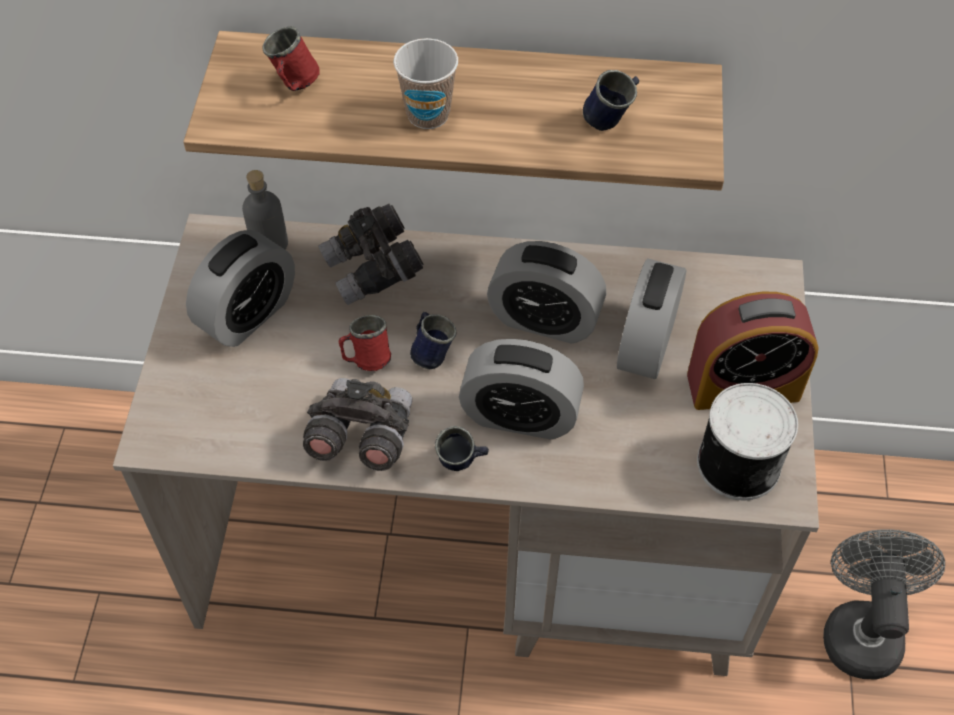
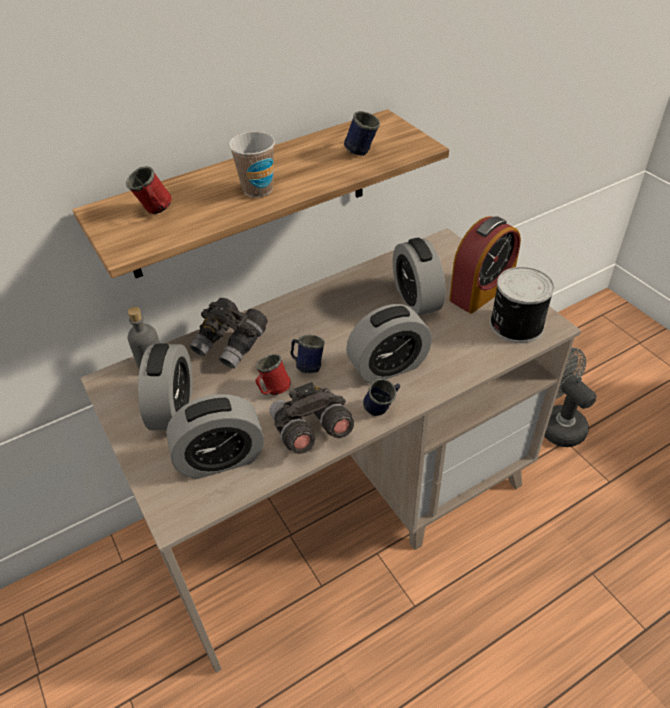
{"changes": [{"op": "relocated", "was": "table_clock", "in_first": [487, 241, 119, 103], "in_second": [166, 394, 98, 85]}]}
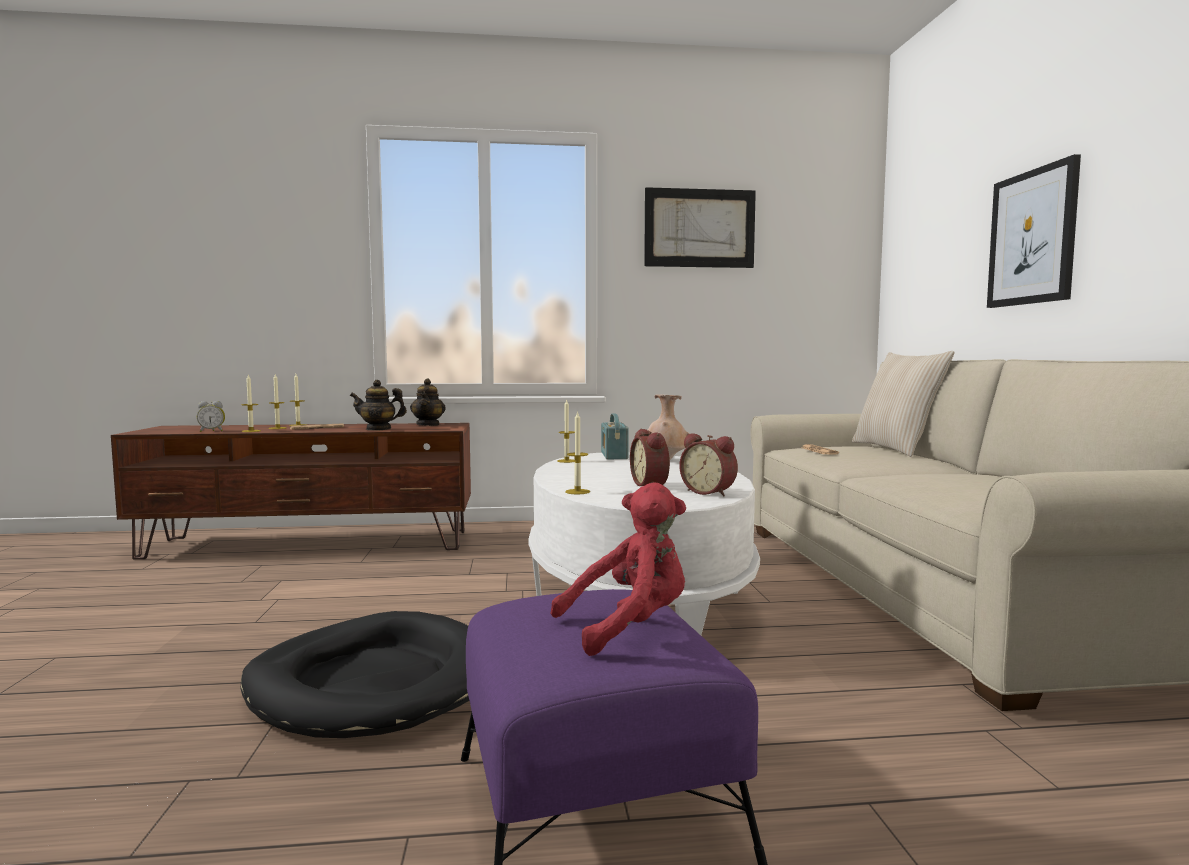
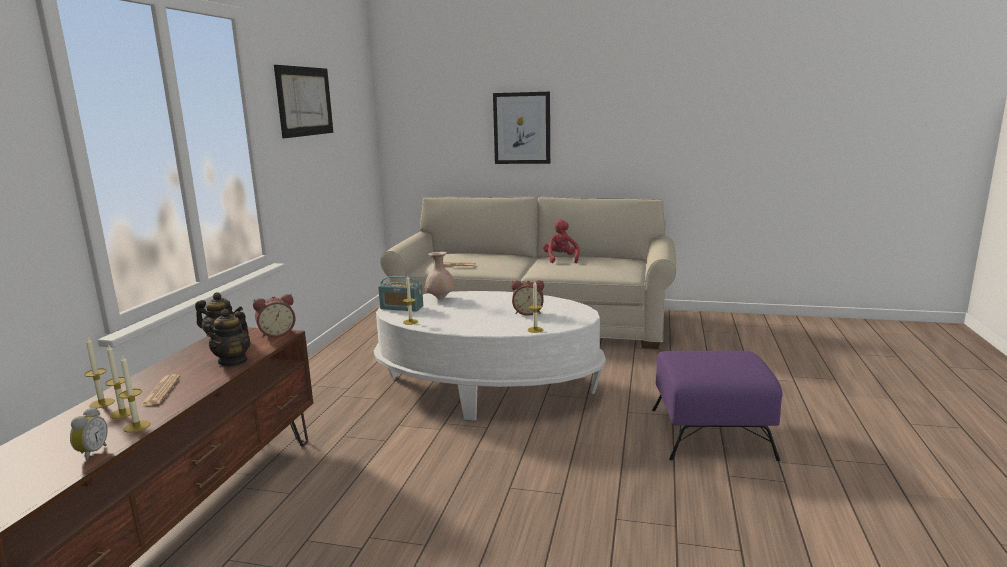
{"changes": [{"op": "relocated", "was": "table_clock", "in_first": [679, 433, 59, 63], "in_second": [253, 294, 43, 44]}, {"op": "relocated", "was": "red_cuddly_toy", "in_first": [551, 482, 135, 174], "in_second": [543, 220, 37, 43]}, {"op": "missing", "was": "blackish_pet_bed", "in_first": [241, 611, 228, 127]}, {"op": "missing", "was": "beige-coloured_throw_pillow", "in_first": [852, 351, 103, 106]}]}
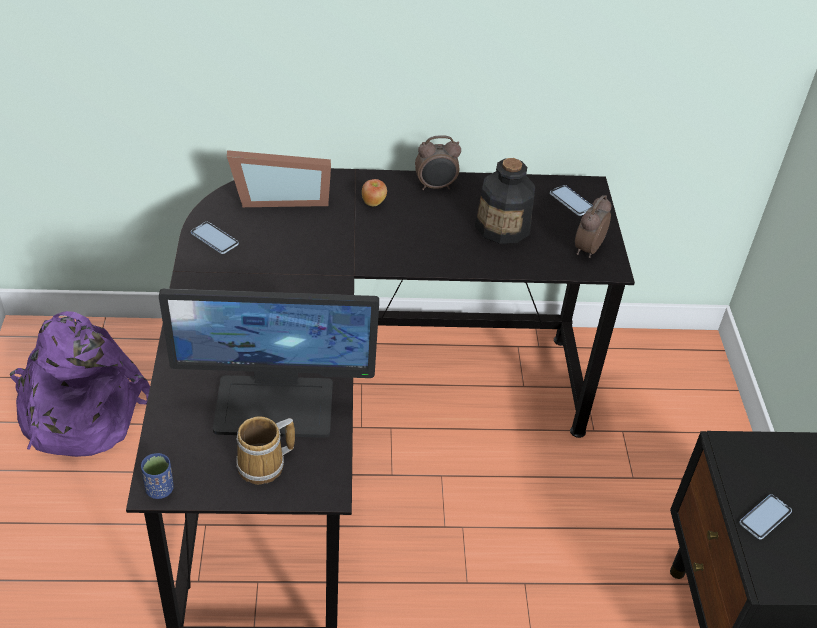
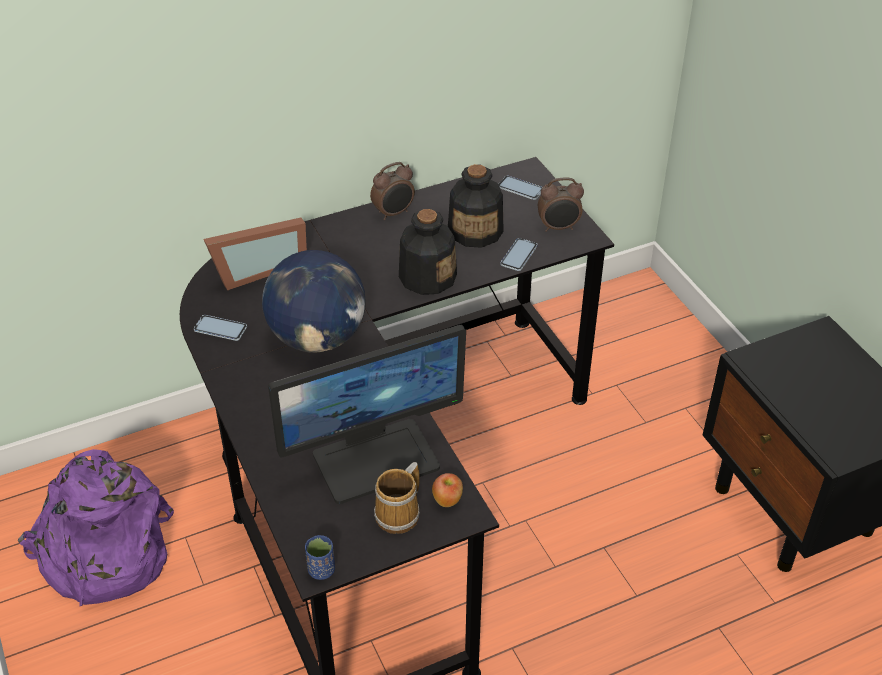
{"changes": [{"op": "appeared", "now": "desk_globe", "in_second": [262, 250, 104, 103]}, {"op": "appeared", "now": "beverage_bottle", "in_second": [399, 209, 58, 86]}, {"op": "relocated", "was": "apple_fruit", "in_first": [362, 179, 25, 27], "in_second": [432, 473, 31, 34]}, {"op": "relocated", "was": "phone", "in_first": [739, 494, 53, 45], "in_second": [500, 238, 37, 33]}, {"op": "spun", "was": "table_clock", "in_first": [575, 195, 36, 63], "in_second": [538, 177, 46, 55], "clockwise": -105}]}
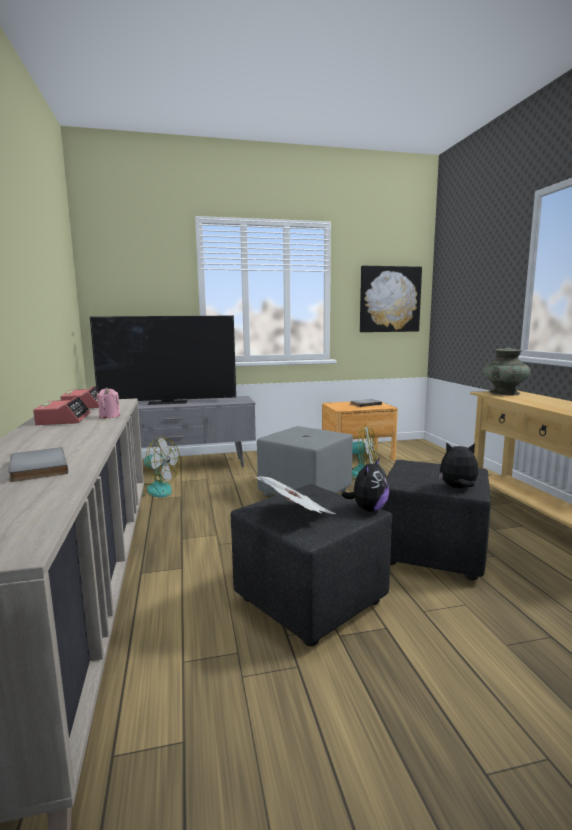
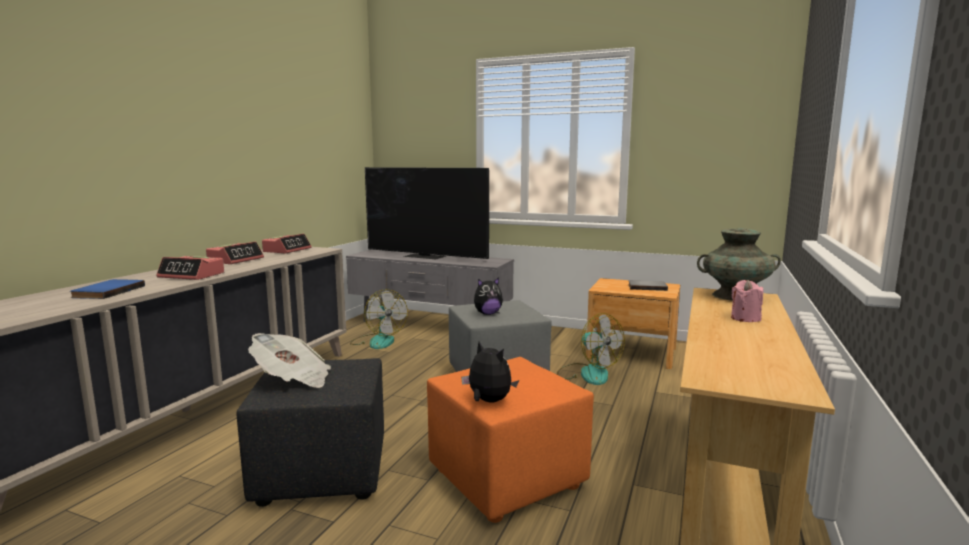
{"changes": [{"op": "colour", "was": "gray_bound_book", "now": "bluish_bound_book", "in_first": [8, 447, 60, 35], "in_second": [70, 279, 75, 20]}, {"op": "appeared", "now": "table_clock", "in_second": [156, 256, 68, 24]}, {"op": "colour", "was": "blackish_ottoman", "now": "orange-coloured_ottoman", "in_first": [380, 460, 111, 120], "in_second": [427, 357, 167, 166]}, {"op": "relocated", "was": "cuddly_toy", "in_first": [341, 457, 49, 55], "in_second": [474, 278, 29, 37]}, {"op": "relocated", "was": "pink_wax_candle", "in_first": [96, 388, 24, 31], "in_second": [731, 280, 32, 42]}, {"op": "missing", "was": "wall_picture", "in_first": [360, 266, 62, 66]}]}
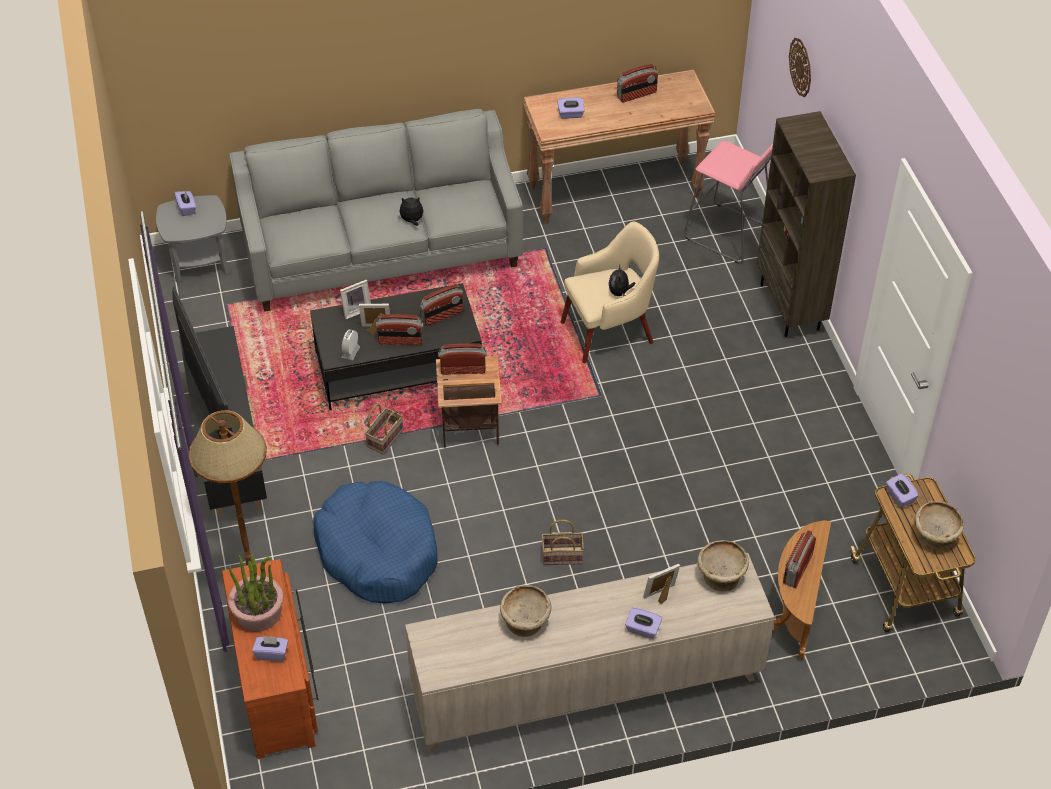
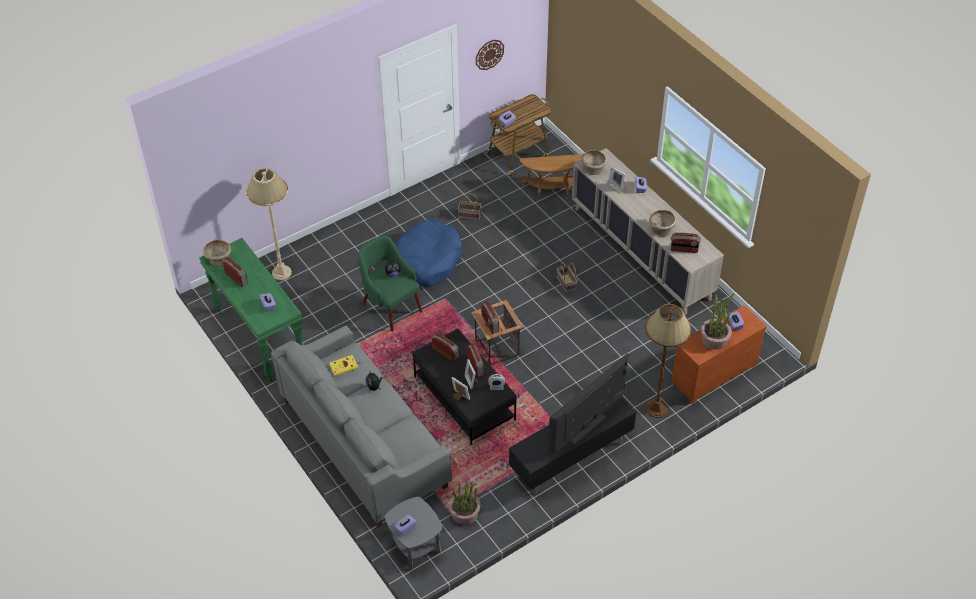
{"changes": [{"op": "colour", "was": "brown-coloured_console_table", "now": "green_console_table", "in_first": [524, 70, 191, 154], "in_second": [199, 238, 104, 144]}, {"op": "relocated", "was": "beige-coloured_serving_bowl", "in_first": [914, 501, 50, 50], "in_second": [203, 240, 28, 26]}, {"op": "exchanged", "was": "pink_sitting_stool", "now": "beige-coloured_standing_lamp", "in_first": [684, 141, 89, 123], "in_second": [246, 168, 46, 112]}, {"op": "appeared", "now": "yellowish_bound_book", "in_second": [329, 355, 32, 22]}, {"op": "colour", "was": "beige-coloured_lounge_chair", "now": "green_lounge_chair", "in_first": [561, 222, 98, 141], "in_second": [358, 236, 64, 95]}, {"op": "relocated", "was": "bluish_pet_bed", "in_first": [313, 481, 125, 123], "in_second": [396, 220, 67, 66]}, {"op": "appeared", "now": "potted_plant", "in_second": [448, 481, 33, 44]}, {"op": "relocated", "was": "basket", "in_first": [365, 404, 38, 51], "in_second": [458, 194, 23, 26]}, {"op": "relocated", "was": "clock_on_the_wall", "in_first": [789, 38, 22, 59], "in_second": [476, 40, 28, 30]}, {"op": "relocated", "was": "radio_set", "in_first": [783, 530, 33, 58], "in_second": [671, 233, 30, 20]}, {"op": "missing", "was": "brown-coloured_shelving_unit", "in_first": [757, 111, 99, 226]}]}
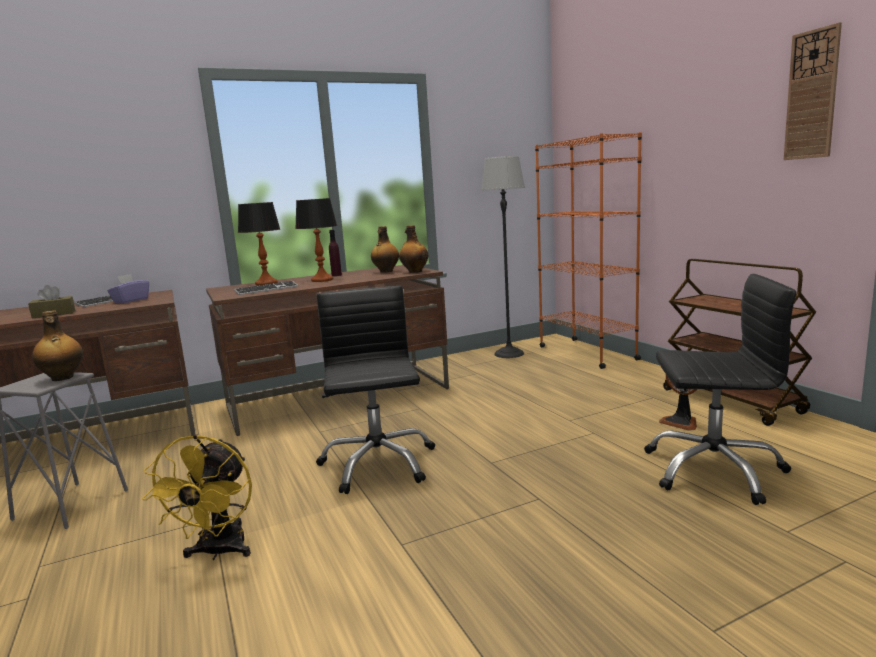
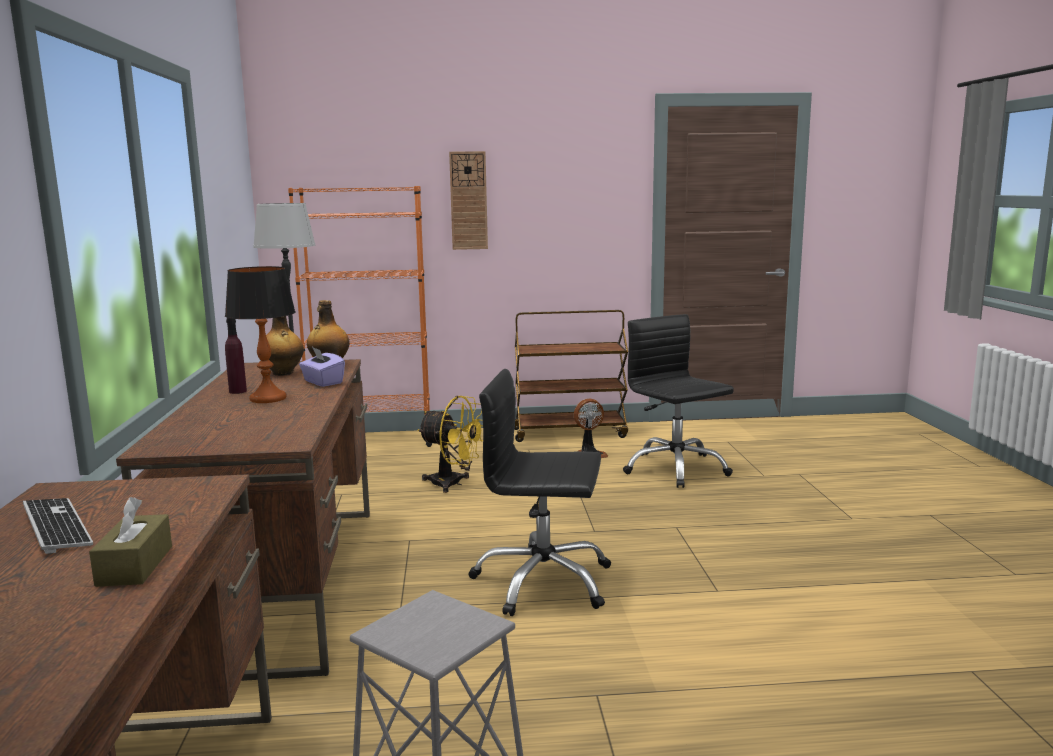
{"changes": [{"op": "relocated", "was": "purple_box_of_tissues", "in_first": [107, 274, 42, 29], "in_second": [299, 347, 46, 40]}, {"op": "relocated", "was": "yellowish_cooling_fan", "in_first": [142, 435, 110, 125], "in_second": [418, 396, 65, 97]}, {"op": "relocated", "was": "clock_on_the_wall", "in_first": [784, 22, 58, 138], "in_second": [449, 151, 39, 99]}, {"op": "spun", "was": "blackish_desk_chair", "in_first": [644, 274, 153, 231], "in_second": [623, 314, 111, 174], "clockwise": -60}, {"op": "missing", "was": "beverage_bottle", "in_first": [32, 310, 51, 71]}, {"op": "missing", "was": "keyboard", "in_first": [234, 281, 64, 14]}, {"op": "missing", "was": "tabletop_lamp", "in_first": [238, 202, 42, 83]}]}
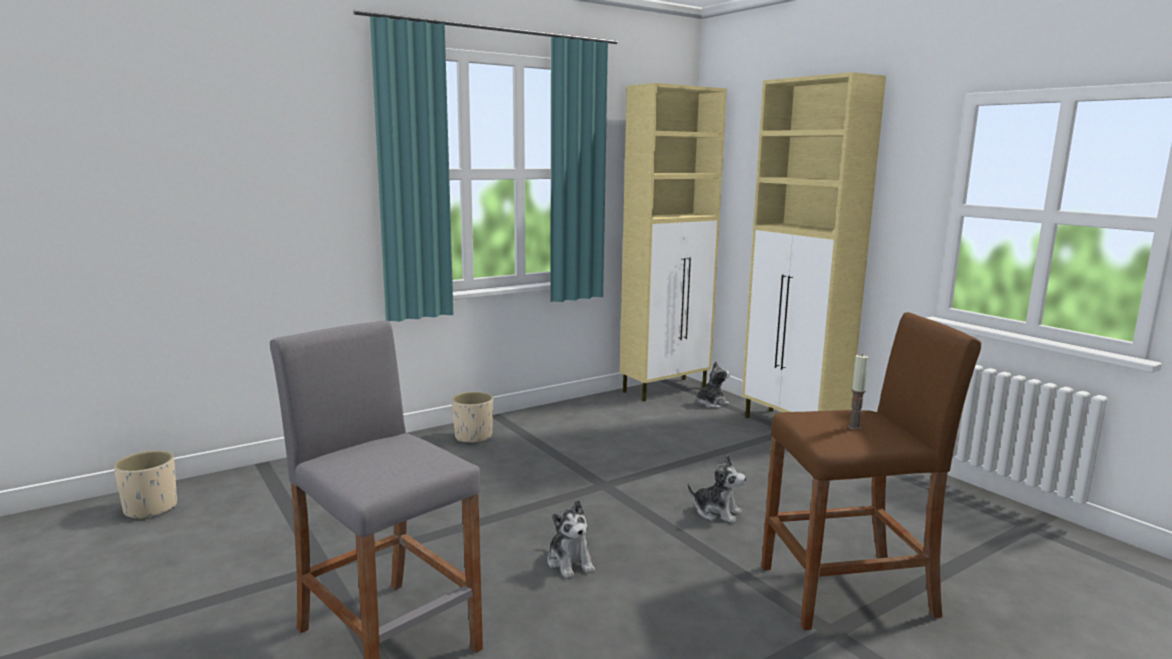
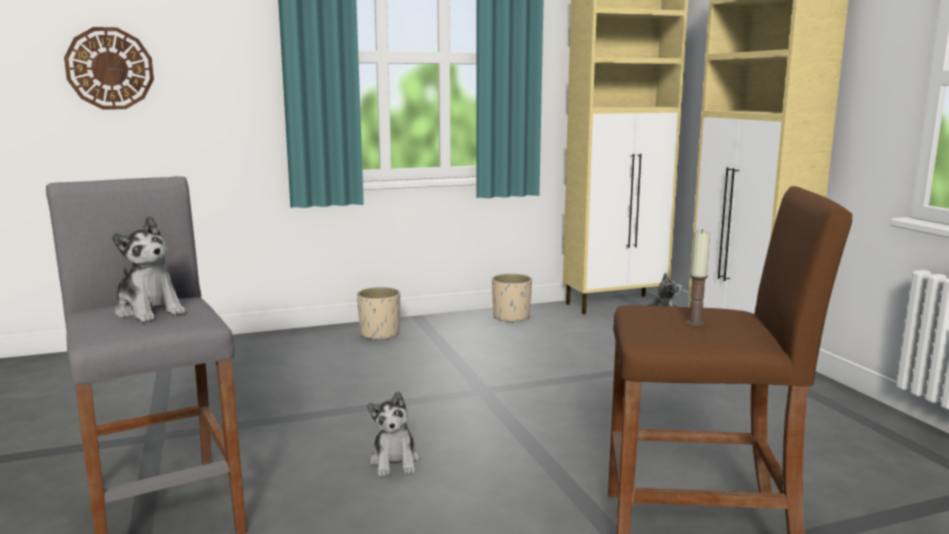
{"changes": [{"op": "appeared", "now": "clock_on_the_wall", "in_second": [64, 27, 90, 82]}, {"op": "relocated", "was": "cuddly_toy", "in_first": [687, 455, 59, 68], "in_second": [112, 215, 74, 107]}, {"op": "relocated", "was": "beige-coloured_plant_pot", "in_first": [114, 450, 63, 70], "in_second": [492, 274, 40, 49]}]}
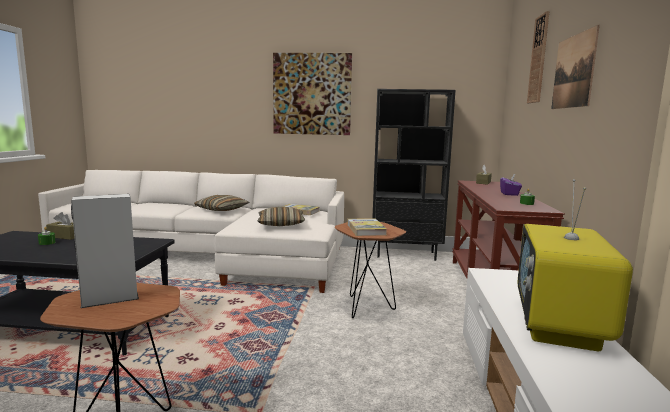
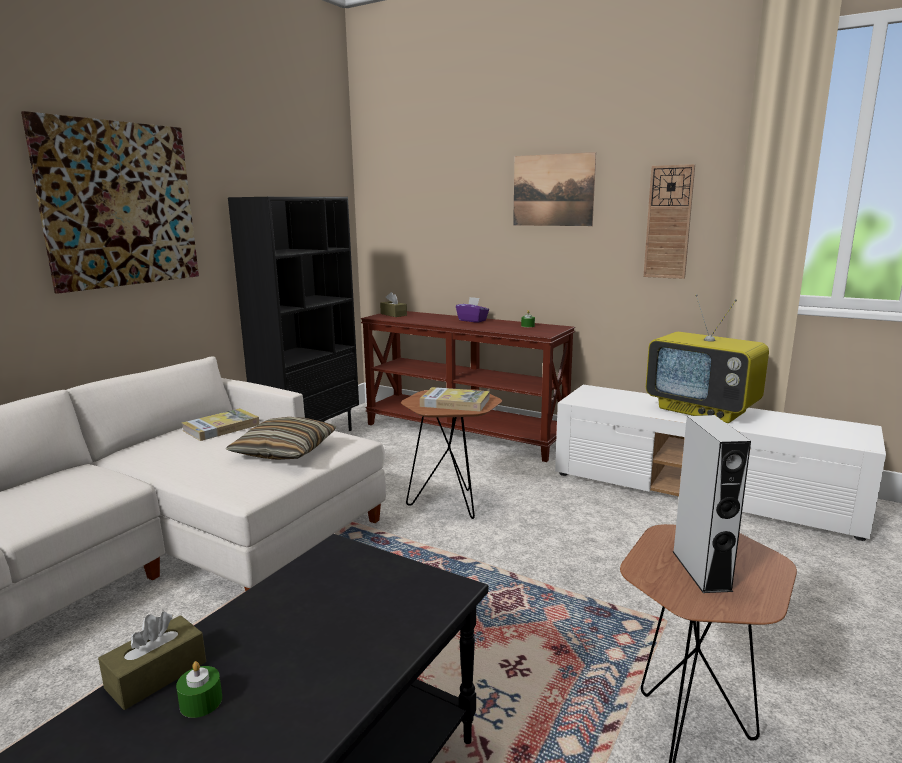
{"changes": [{"op": "relocated", "was": "clock_on_the_wall", "in_first": [527, 11, 22, 92], "in_second": [643, 164, 52, 115]}, {"op": "missing", "was": "throw_pillow", "in_first": [194, 195, 56, 16]}]}
